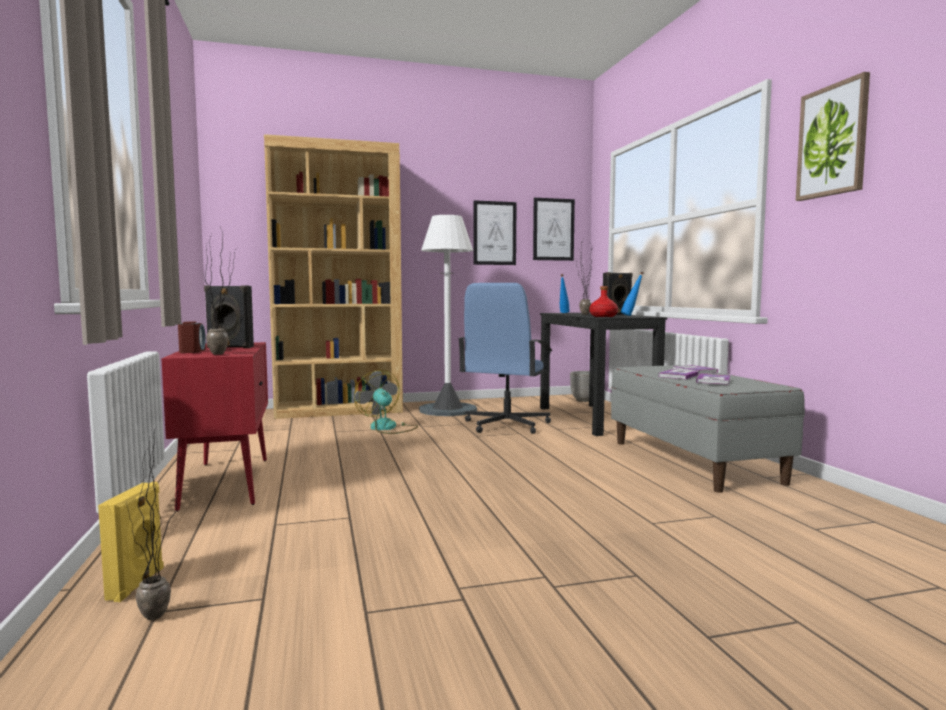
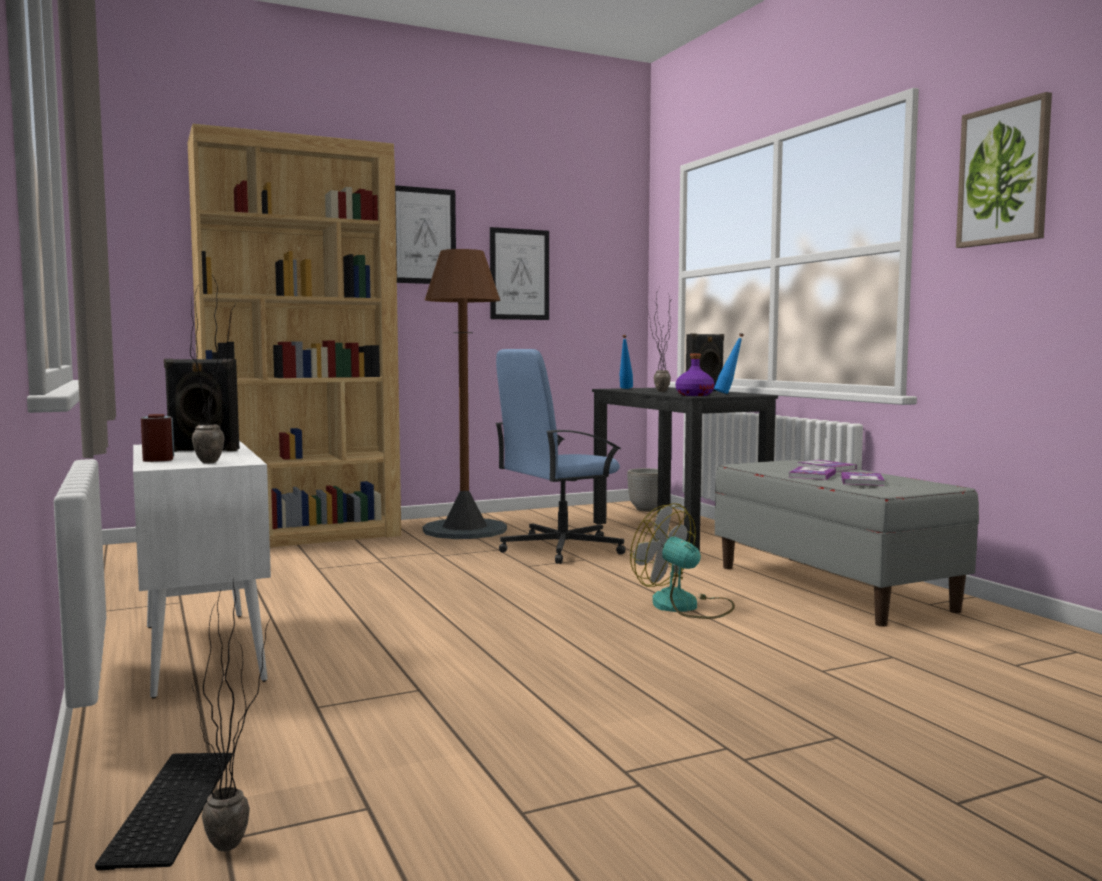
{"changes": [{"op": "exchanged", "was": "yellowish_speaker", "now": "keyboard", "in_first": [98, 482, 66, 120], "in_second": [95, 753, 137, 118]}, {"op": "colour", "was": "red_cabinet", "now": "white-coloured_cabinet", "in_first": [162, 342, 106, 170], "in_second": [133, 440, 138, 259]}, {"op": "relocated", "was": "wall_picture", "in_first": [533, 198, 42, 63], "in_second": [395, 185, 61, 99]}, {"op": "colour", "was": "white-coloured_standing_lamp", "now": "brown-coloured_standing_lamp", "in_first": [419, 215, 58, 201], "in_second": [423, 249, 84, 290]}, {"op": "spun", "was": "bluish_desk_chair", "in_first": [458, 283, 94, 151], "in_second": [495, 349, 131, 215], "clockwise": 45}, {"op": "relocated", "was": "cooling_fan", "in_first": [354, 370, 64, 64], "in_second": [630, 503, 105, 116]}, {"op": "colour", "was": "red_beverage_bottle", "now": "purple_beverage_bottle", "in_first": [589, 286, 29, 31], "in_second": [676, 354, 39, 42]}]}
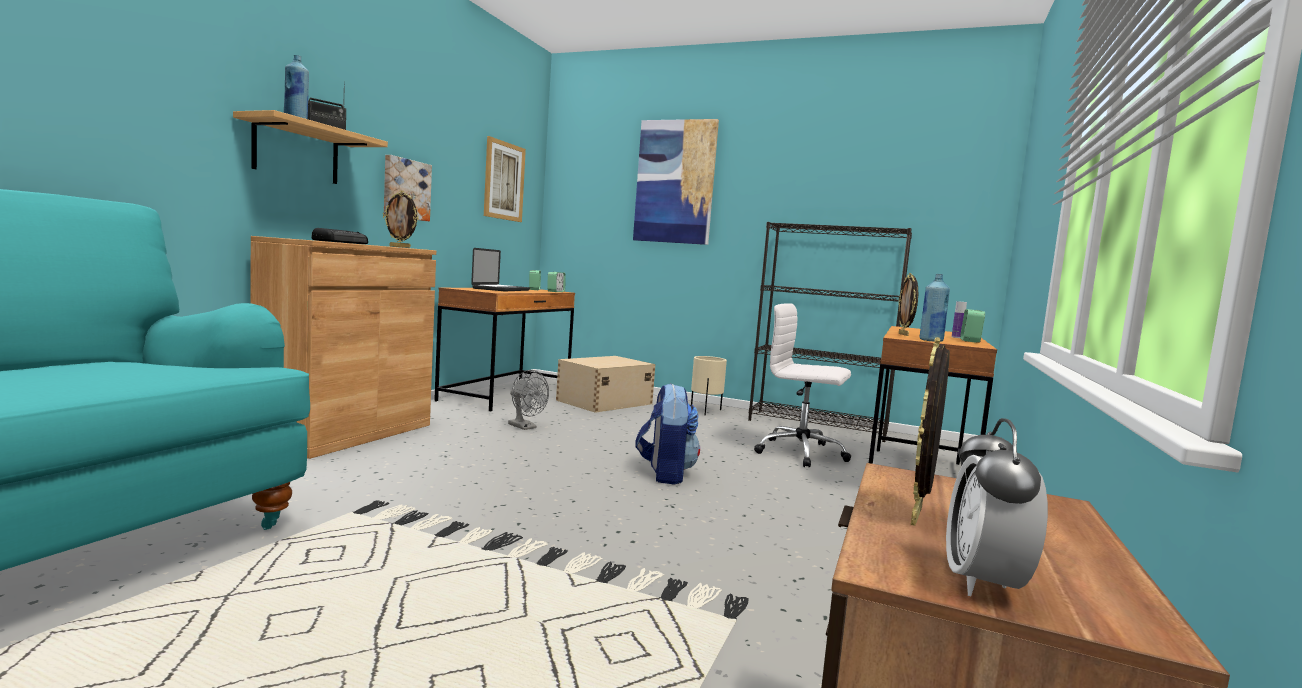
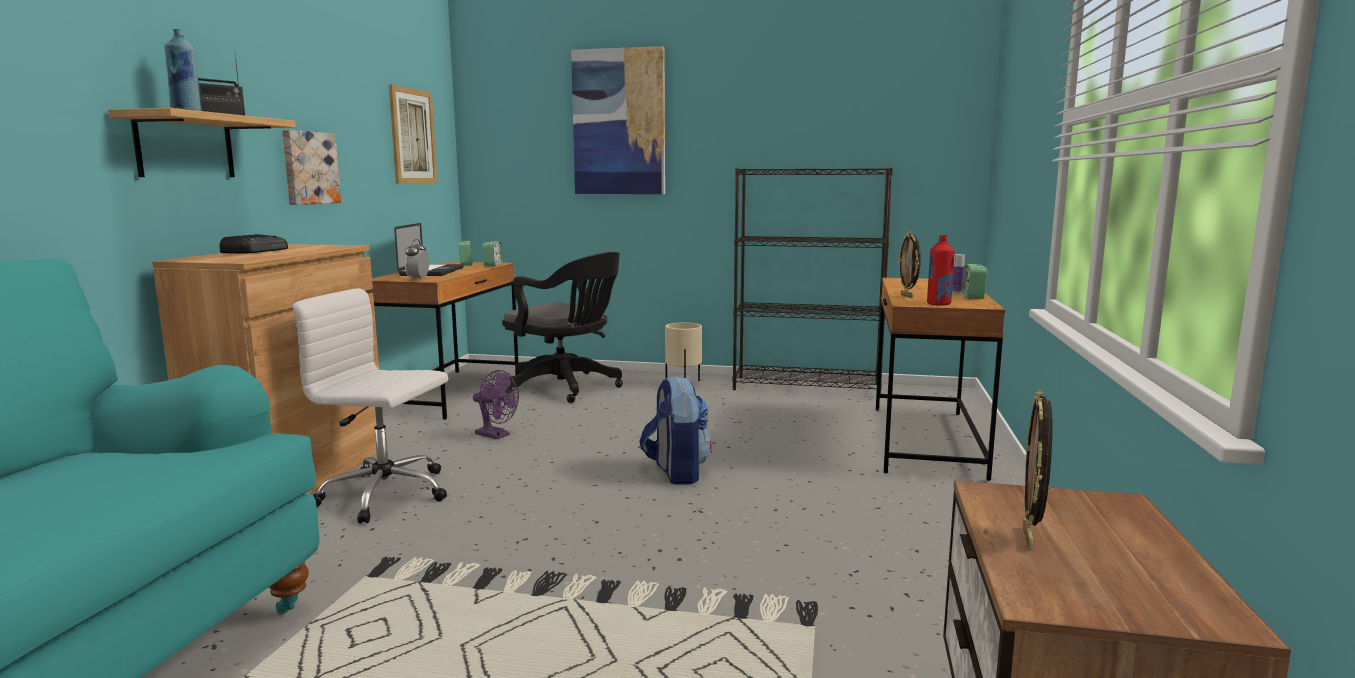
{"changes": [{"op": "relocated", "was": "white-coloured_desk_chair", "in_first": [754, 303, 97, 165], "in_second": [293, 288, 155, 236]}, {"op": "relocated", "was": "table_clock", "in_first": [946, 418, 102, 178], "in_second": [405, 239, 24, 42]}, {"op": "colour", "was": "gray_cooling_fan", "now": "purple_cooling_fan", "in_first": [508, 370, 41, 60], "in_second": [473, 370, 46, 69]}, {"op": "exchanged", "was": "beige-coloured_storage_bin", "now": "blackish_desk_chair", "in_first": [556, 356, 100, 57], "in_second": [502, 252, 121, 151]}, {"op": "colour", "was": "bluish_beverage_bottle", "now": "red_beverage_bottle", "in_first": [919, 274, 31, 68], "in_second": [927, 235, 28, 71]}, {"op": "missing", "was": "picture_frame", "in_first": [383, 190, 36, 58]}]}
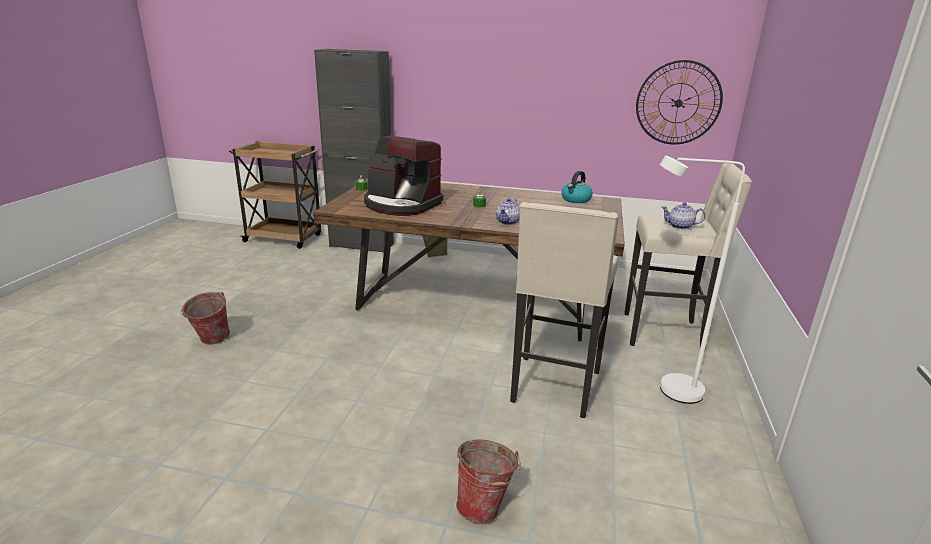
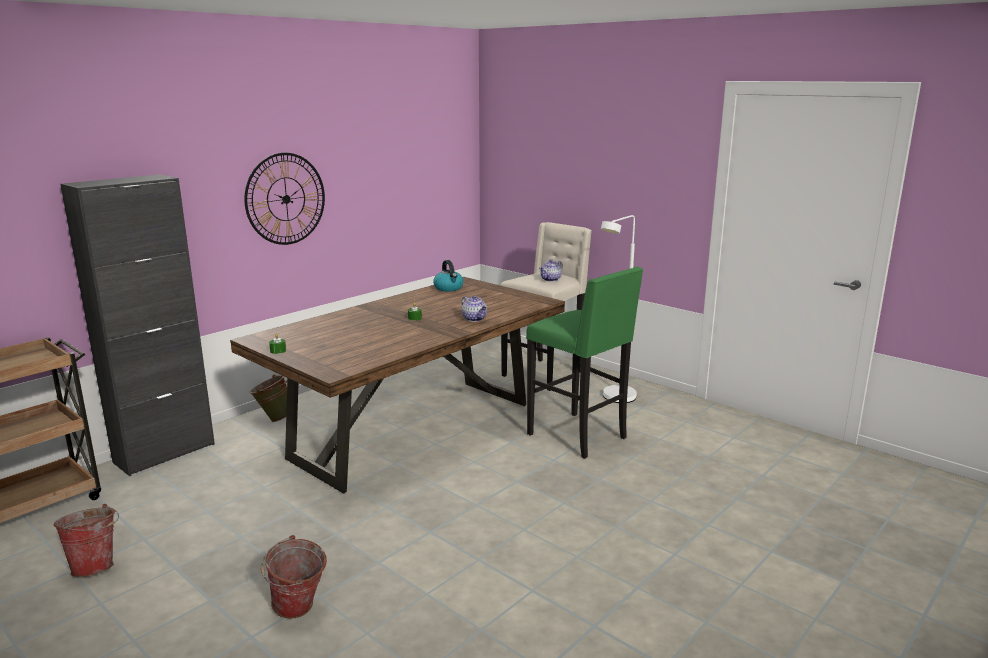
{"changes": [{"op": "relocated", "was": "bucket", "in_first": [456, 439, 65, 84], "in_second": [54, 504, 65, 73]}, {"op": "relocated", "was": "clock_on_the_wall", "in_first": [636, 60, 87, 85], "in_second": [244, 153, 81, 92]}, {"op": "colour", "was": "beige-coloured_sitting_stool", "now": "green_sitting_stool", "in_first": [510, 202, 109, 216], "in_second": [526, 267, 117, 192]}, {"op": "missing", "was": "coffee_maker", "in_first": [364, 136, 79, 80]}]}
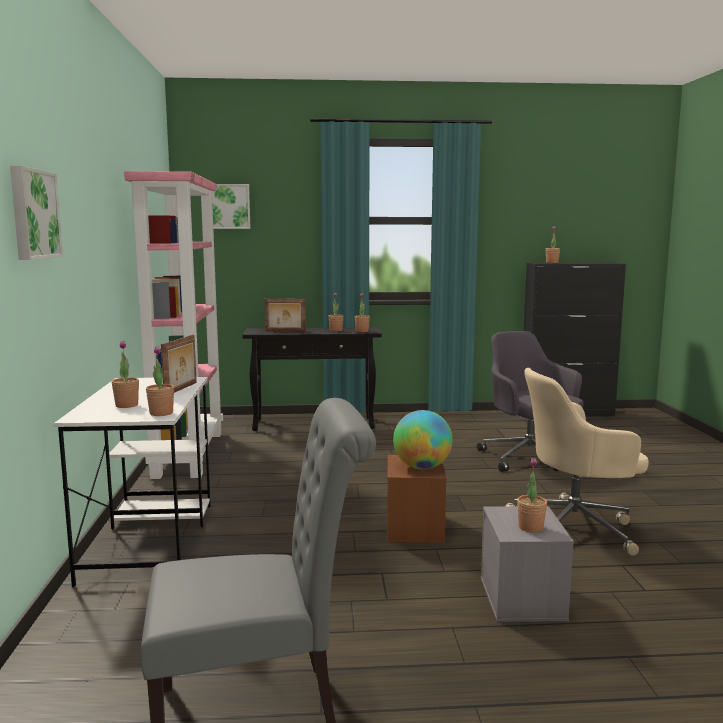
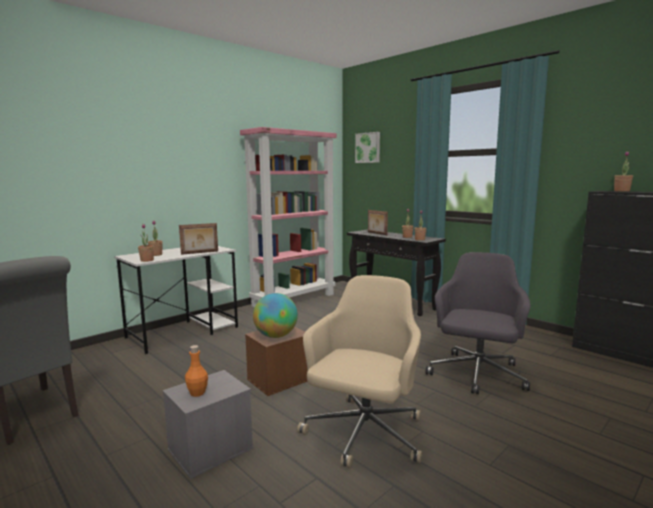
{"changes": [{"op": "exchanged", "was": "potted_plant", "now": "orange-coloured_beverage_bottle", "in_first": [517, 458, 30, 75], "in_second": [185, 345, 23, 52]}, {"op": "spun", "was": "beige-coloured_desk_chair", "in_first": [505, 368, 144, 188], "in_second": [297, 275, 125, 193], "clockwise": 75}, {"op": "missing", "was": "wall_picture", "in_first": [10, 166, 53, 94]}]}
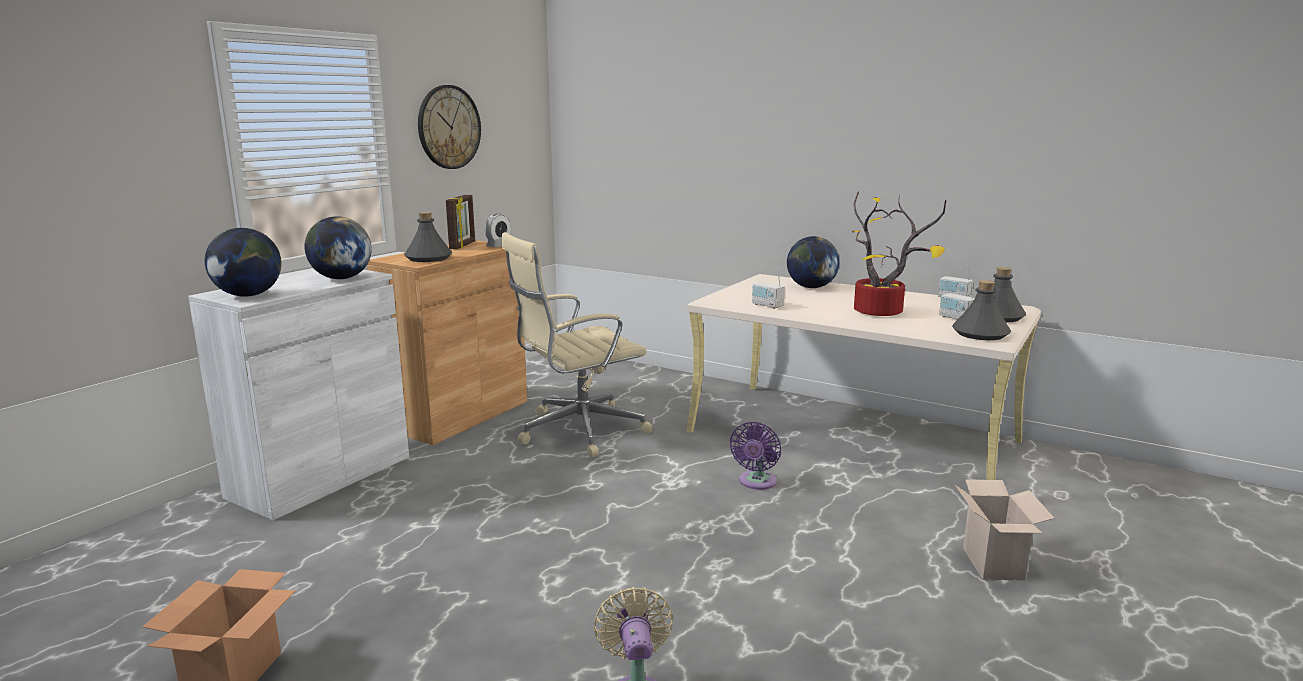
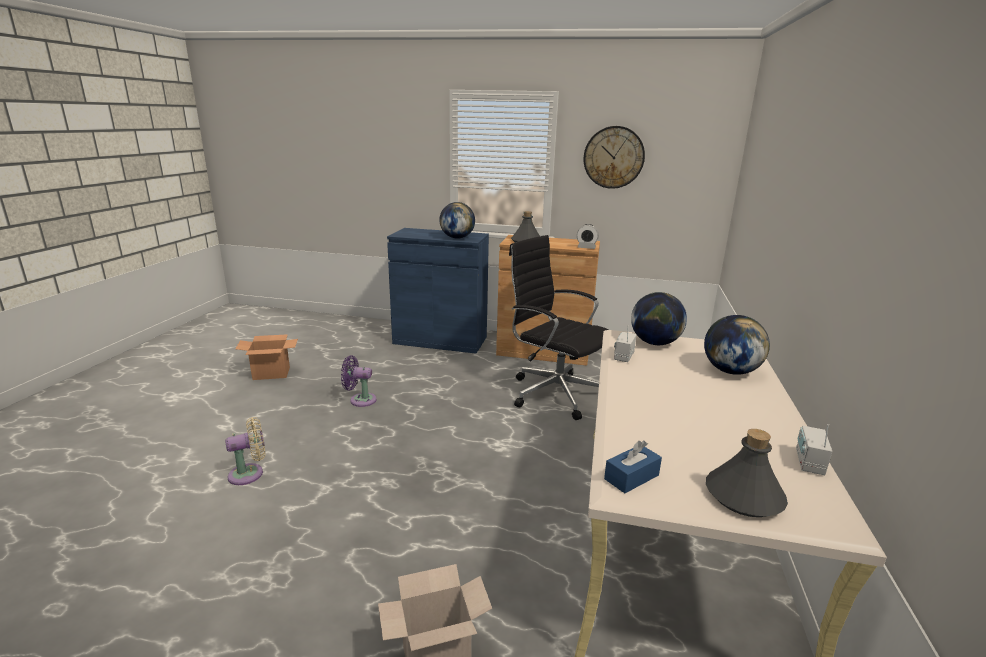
{"changes": [{"op": "relocated", "was": "purple_cooling_fan", "in_first": [730, 422, 51, 68], "in_second": [341, 355, 36, 52]}, {"op": "colour", "was": "white-coloured_cabinet", "now": "bluish_cabinet", "in_first": [188, 270, 221, 250], "in_second": [387, 228, 102, 126]}, {"op": "colour", "was": "beige-coloured_desk_chair", "now": "blackish_desk_chair", "in_first": [501, 232, 152, 226], "in_second": [509, 235, 100, 185]}, {"op": "exchanged", "was": "gray_beverage_bottle", "now": "bluish_box_of_tissues", "in_first": [952, 280, 59, 60], "in_second": [604, 440, 58, 53]}, {"op": "relocated", "was": "desk_globe", "in_first": [205, 228, 77, 69], "in_second": [631, 292, 56, 53]}, {"op": "missing", "was": "picture_frame", "in_first": [446, 195, 29, 54]}, {"op": "missing", "was": "potted_plant", "in_first": [852, 191, 94, 125]}, {"op": "missing", "was": "radio_set", "in_first": [939, 281, 36, 39]}]}
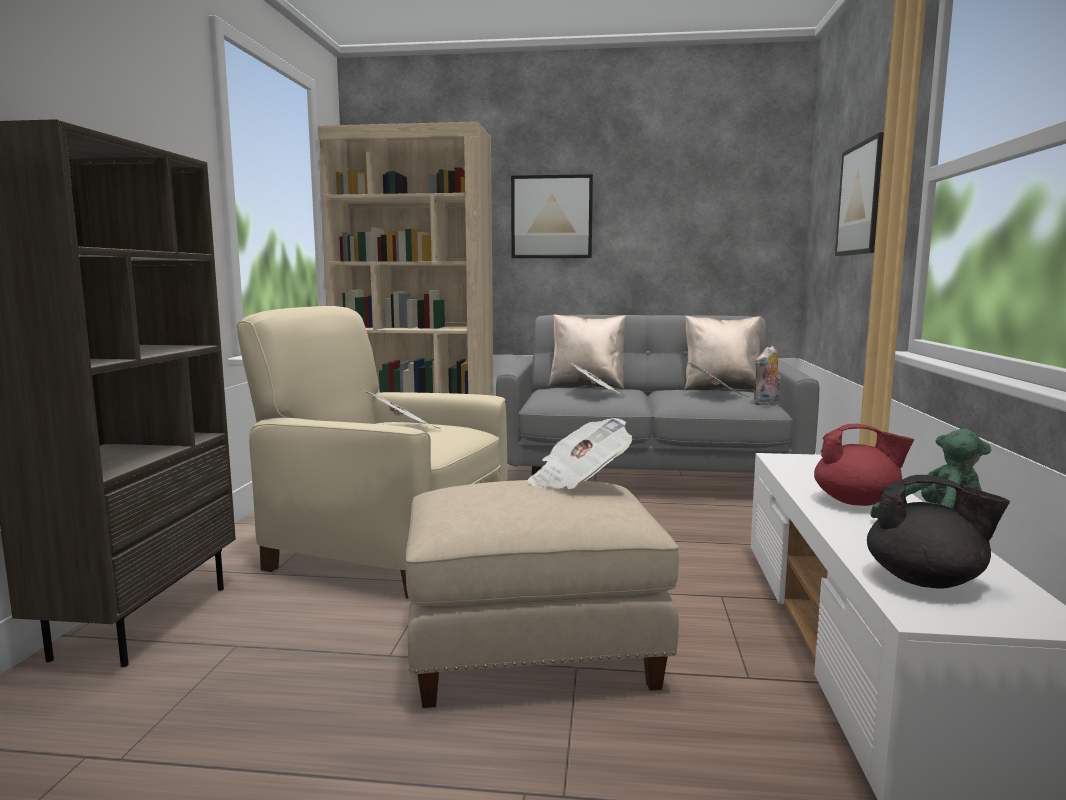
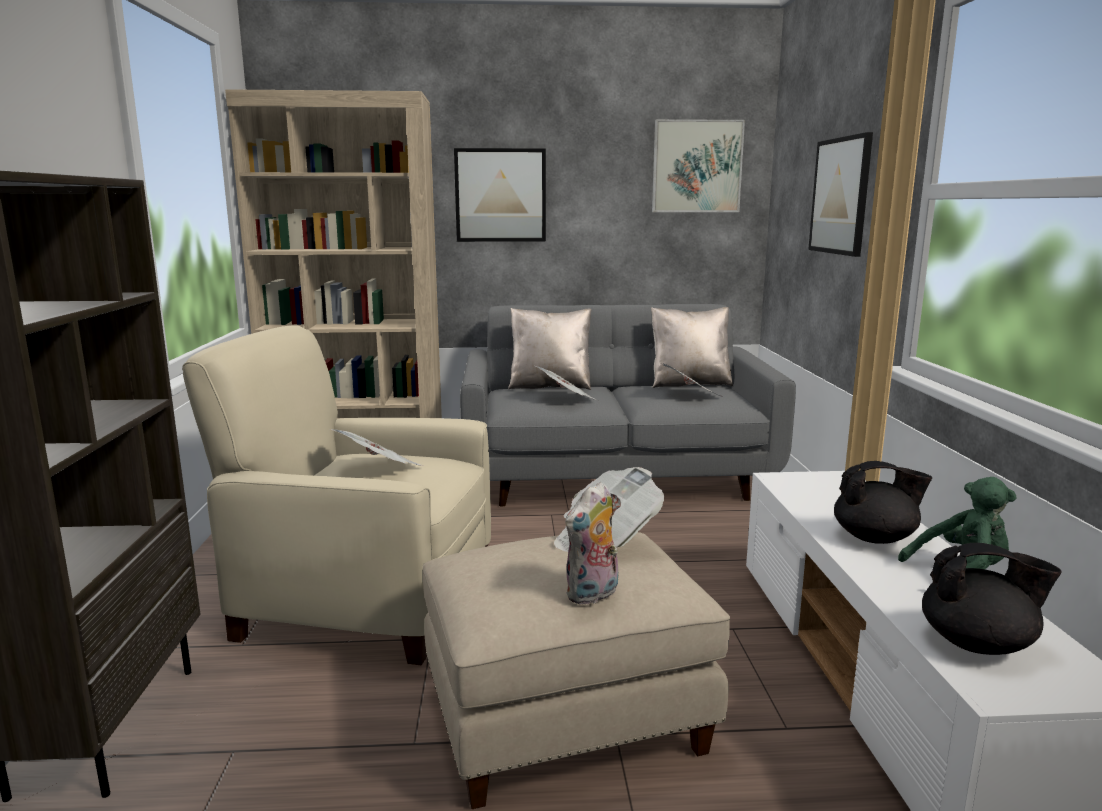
{"changes": [{"op": "relocated", "was": "cuddly_toy", "in_first": [753, 346, 28, 60], "in_second": [565, 482, 53, 123]}, {"op": "appeared", "now": "wall_picture", "in_second": [652, 119, 93, 93]}, {"op": "colour", "was": "red_pot_for_tea", "now": "blackish_pot_for_tea", "in_first": [814, 424, 100, 82], "in_second": [834, 461, 98, 83]}]}
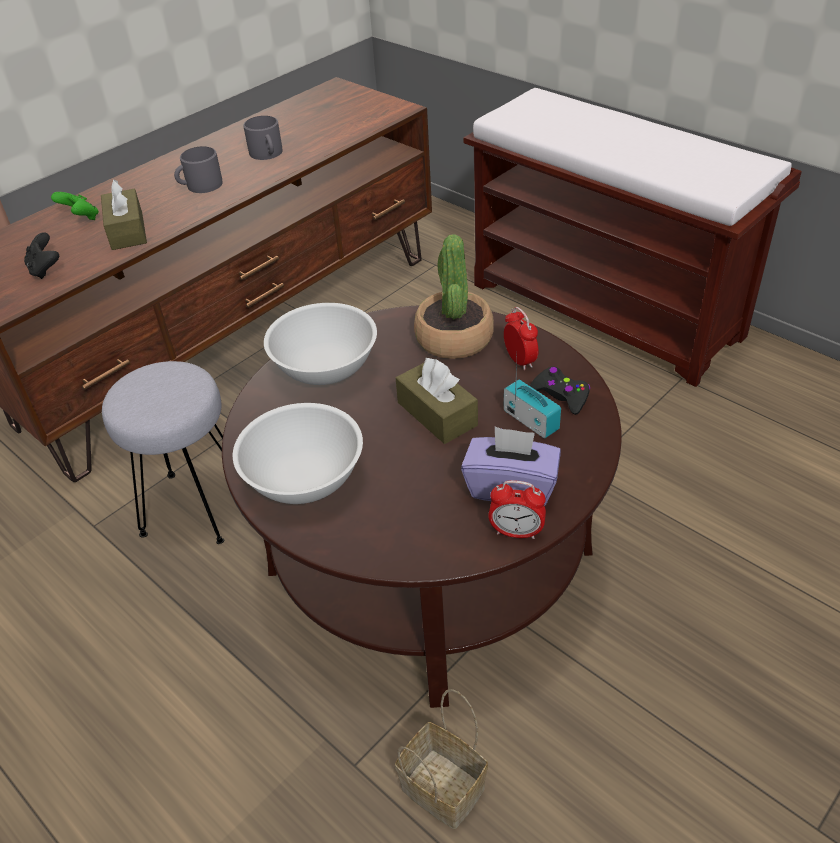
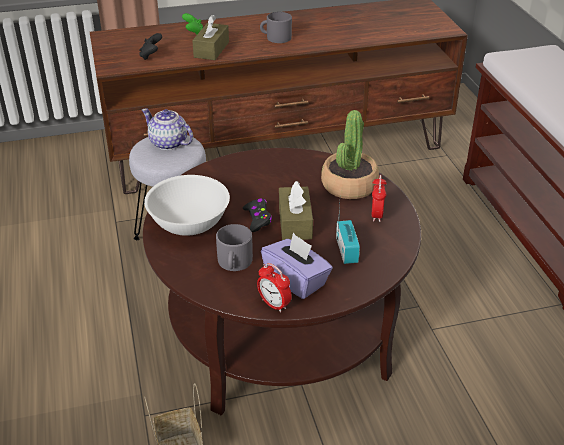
{"changes": [{"op": "appeared", "now": "pot_for_tea", "in_second": [142, 108, 51, 42]}, {"op": "relocated", "was": "gray_coffee_mug", "in_first": [243, 116, 39, 44], "in_second": [216, 224, 37, 47]}, {"op": "relocated", "was": "blackish_joypad", "in_first": [530, 366, 60, 49], "in_second": [243, 198, 29, 34]}, {"op": "missing", "was": "white-coloured_serving_bowl", "in_first": [264, 303, 113, 82]}]}
